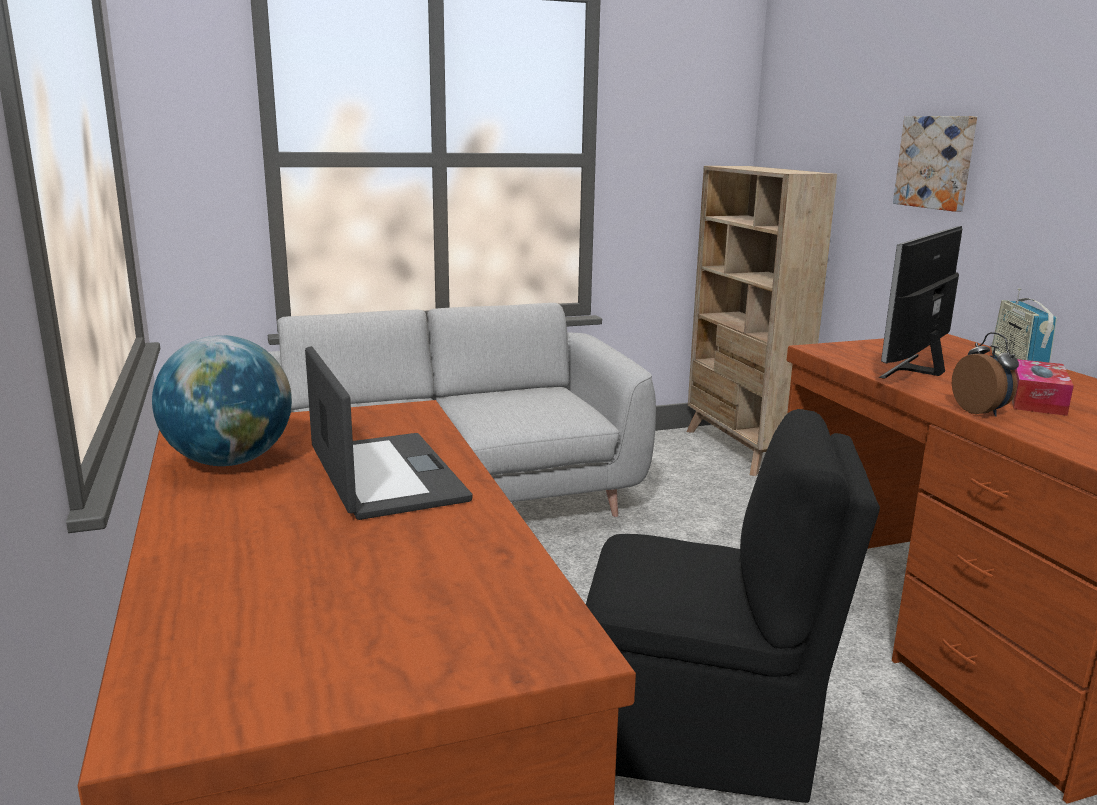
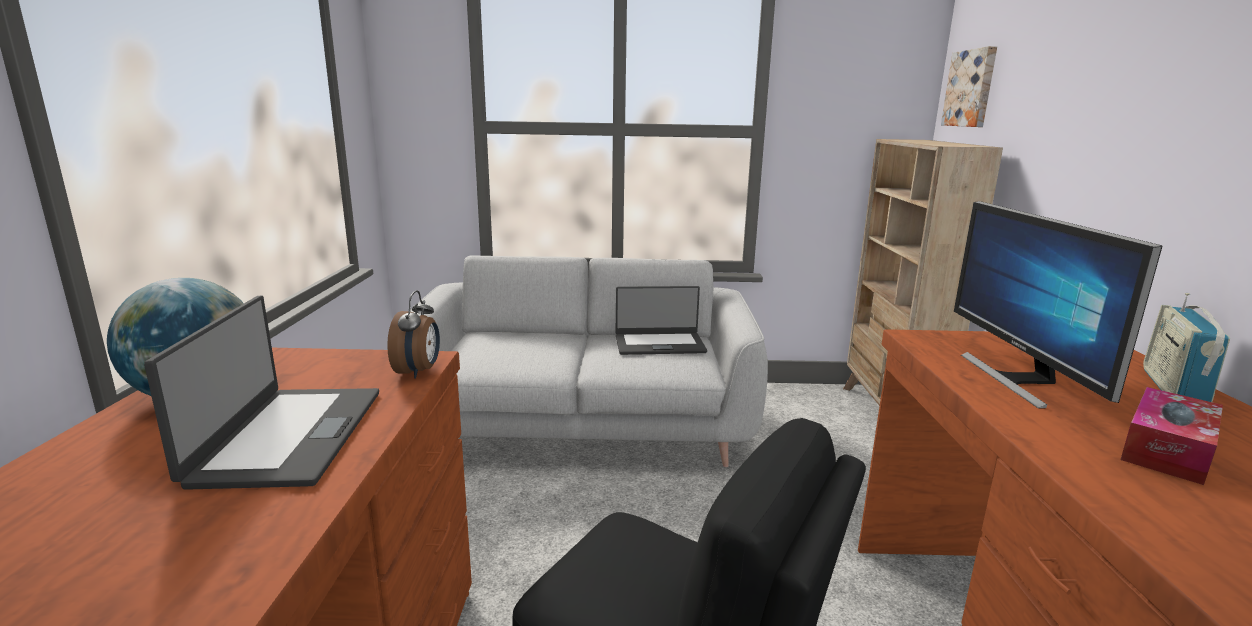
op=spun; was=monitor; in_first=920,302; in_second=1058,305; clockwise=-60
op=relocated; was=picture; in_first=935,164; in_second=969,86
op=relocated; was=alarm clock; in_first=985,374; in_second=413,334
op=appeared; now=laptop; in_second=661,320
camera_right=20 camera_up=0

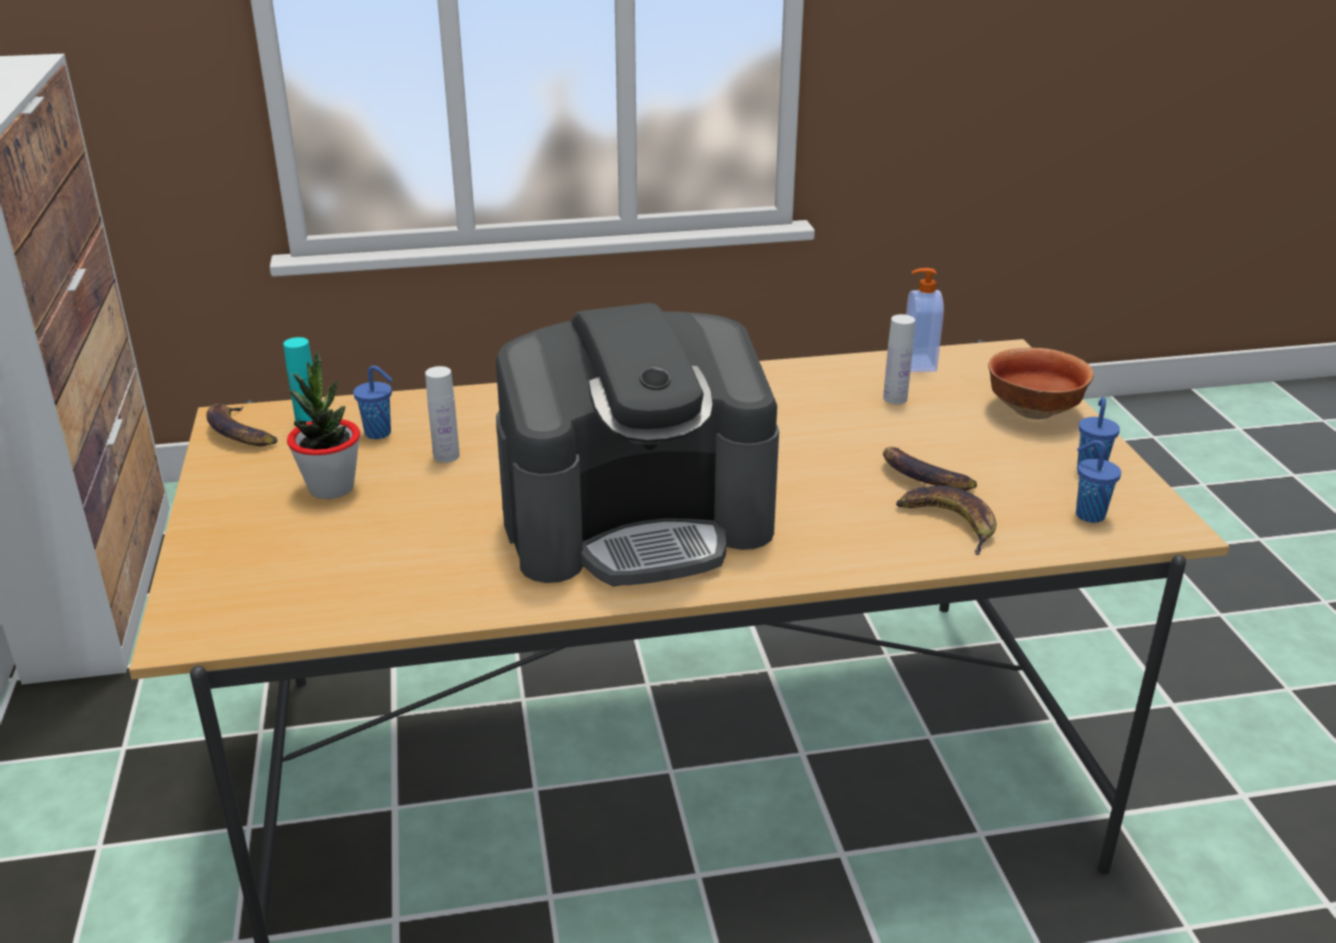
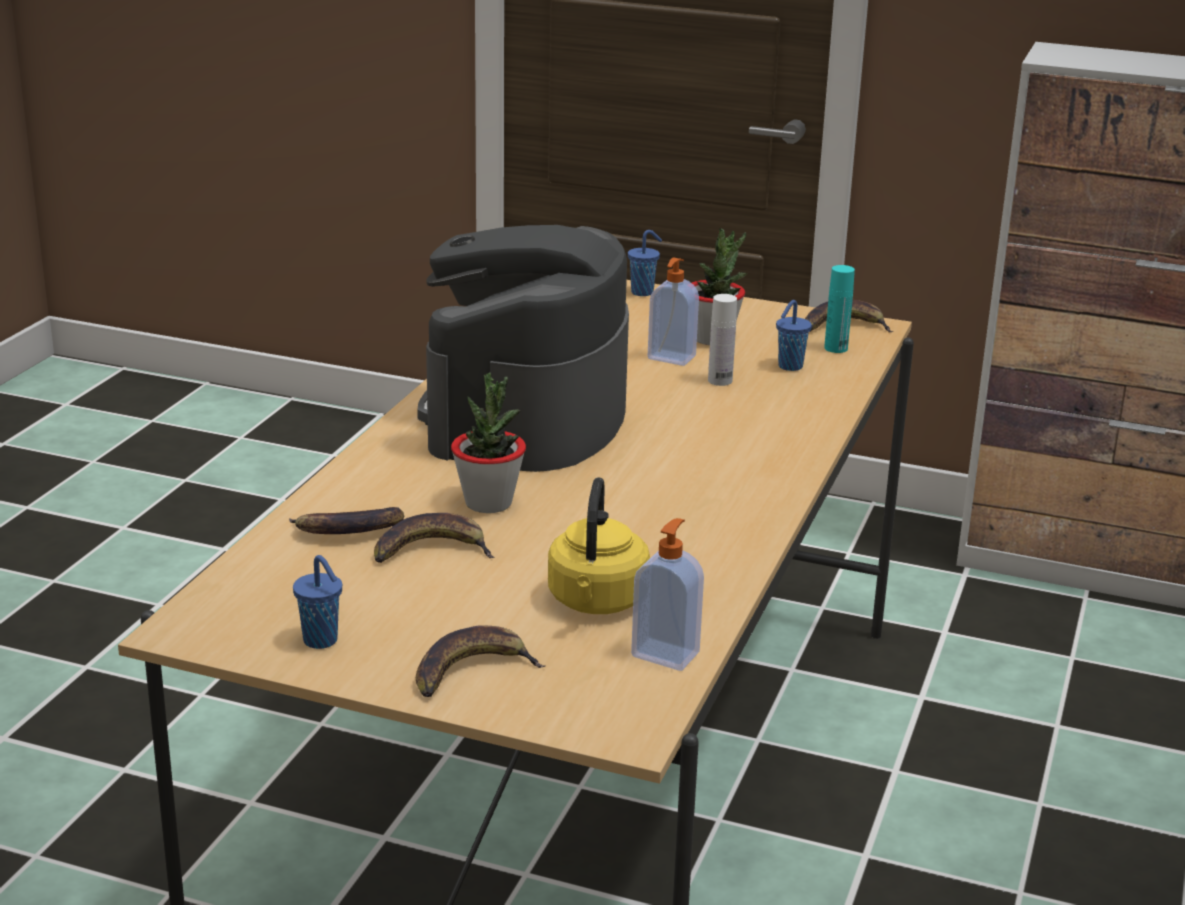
op=exchanged; was=bottle (white); now=kettle (yellow); in_first=899,359; in_second=599,545
op=exchanged; was=bowl; now=banana; in_first=1041,383; in_second=480,661
op=relocated; was=cup (blue); in_first=1098,481; in_second=645,263
op=appeared; now=potted plant; in_second=488,442
op=appeared; now=soap dispenser; in_second=673,311
camera_right=120 camera_up=-5

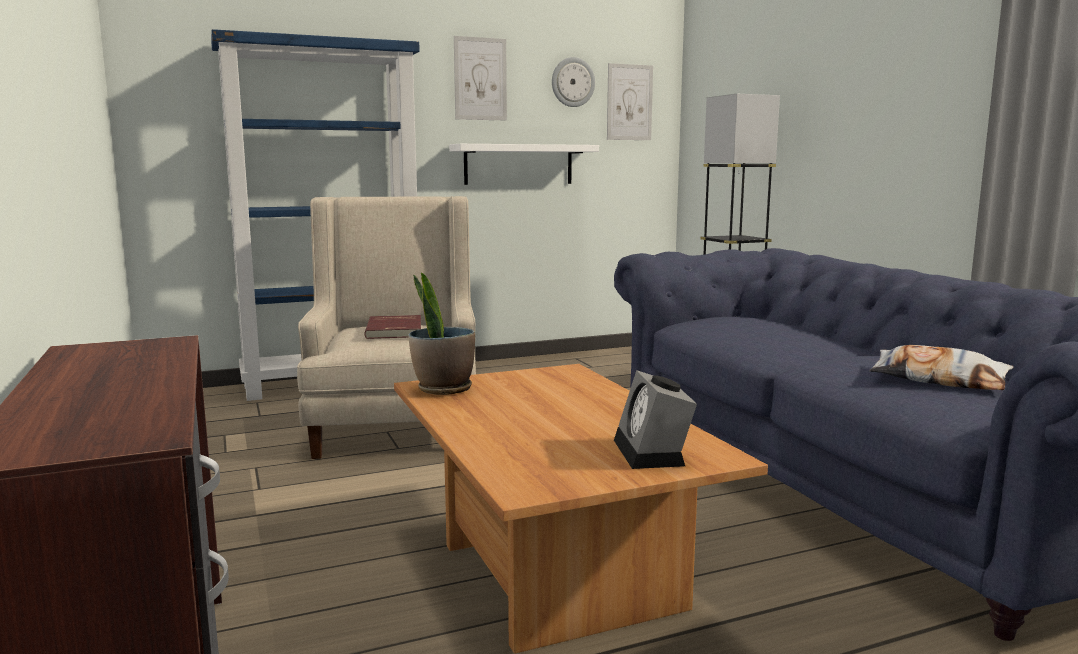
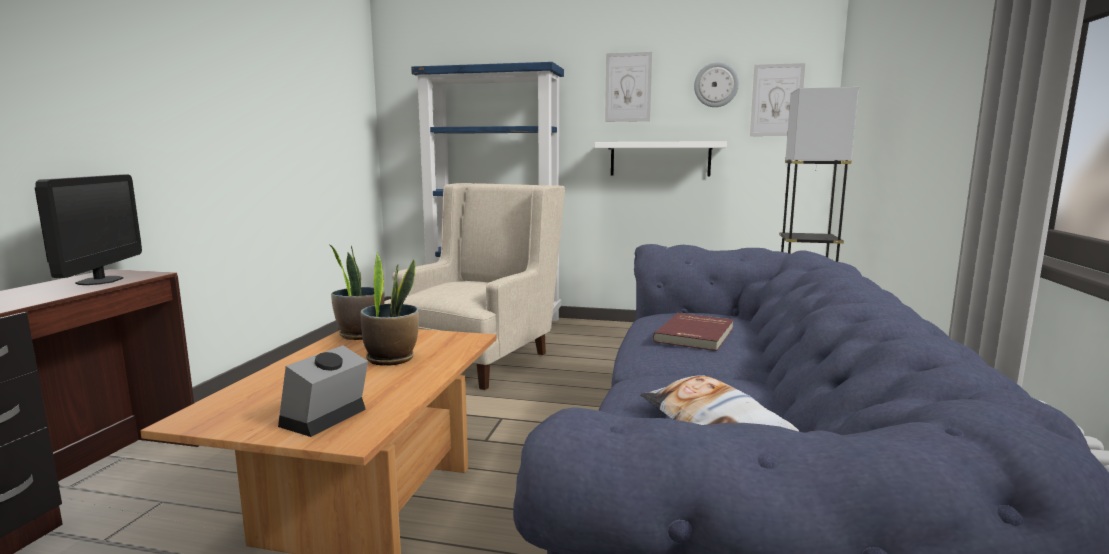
op=relocated; was=book (red); in_first=393,327; in_second=693,332
op=appeared; now=monitor; in_second=88,230
op=appeared; now=potted plant; in_second=390,309
camera_right=35 camera_up=0

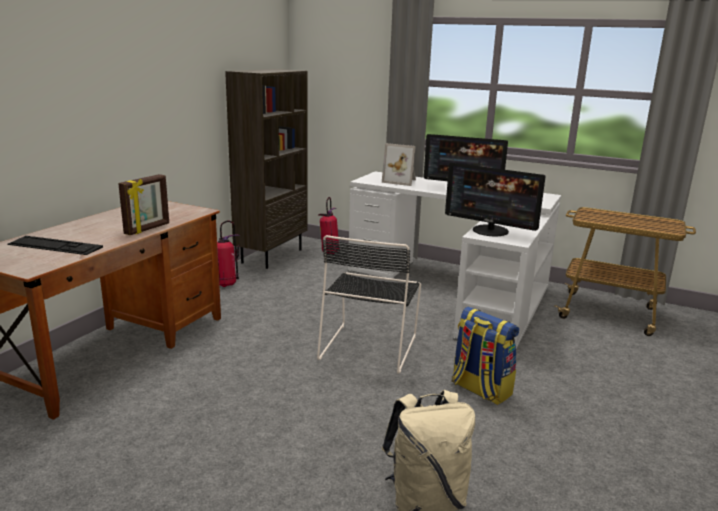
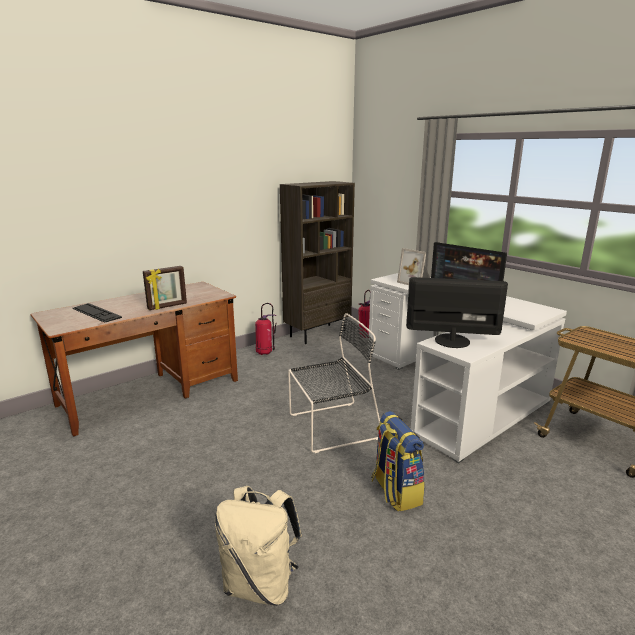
op=spun; was=chair (black); in_first=369,304; in_second=334,383; clockwise=-150
op=spun; was=monitor; in_first=495,199; in_second=457,312; clockwise=135
camera_right=25 camera_up=0

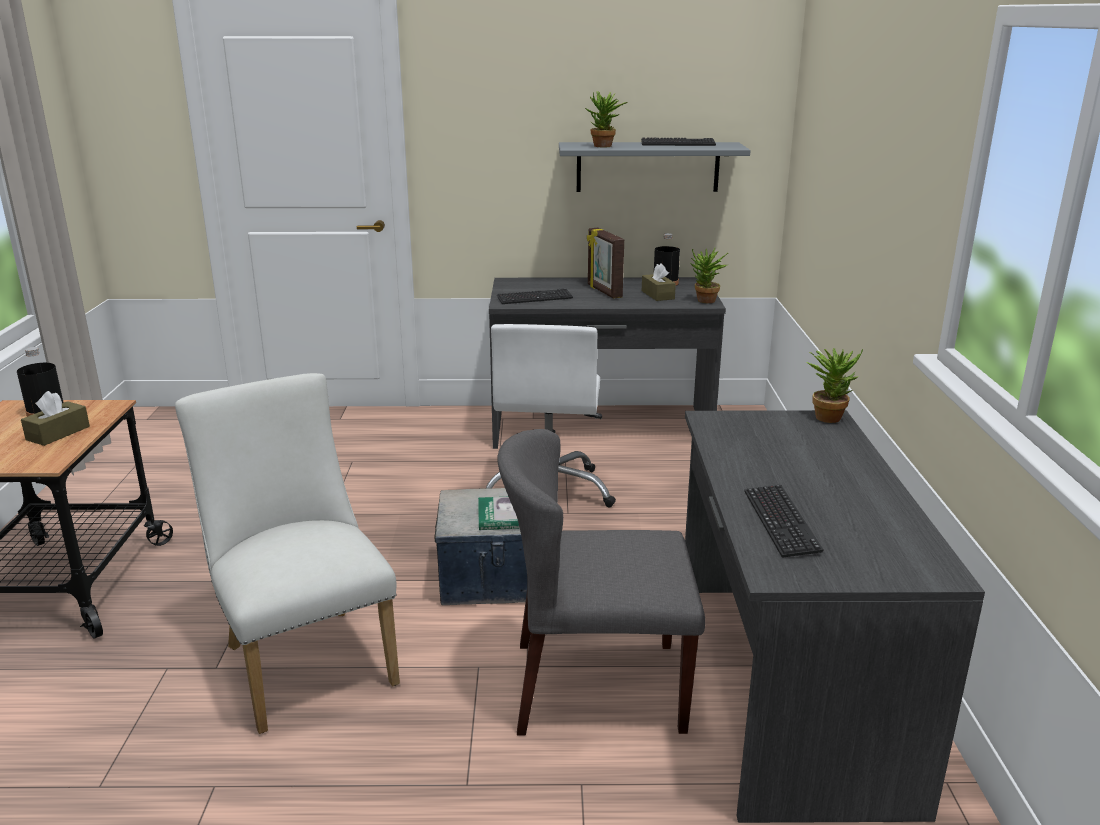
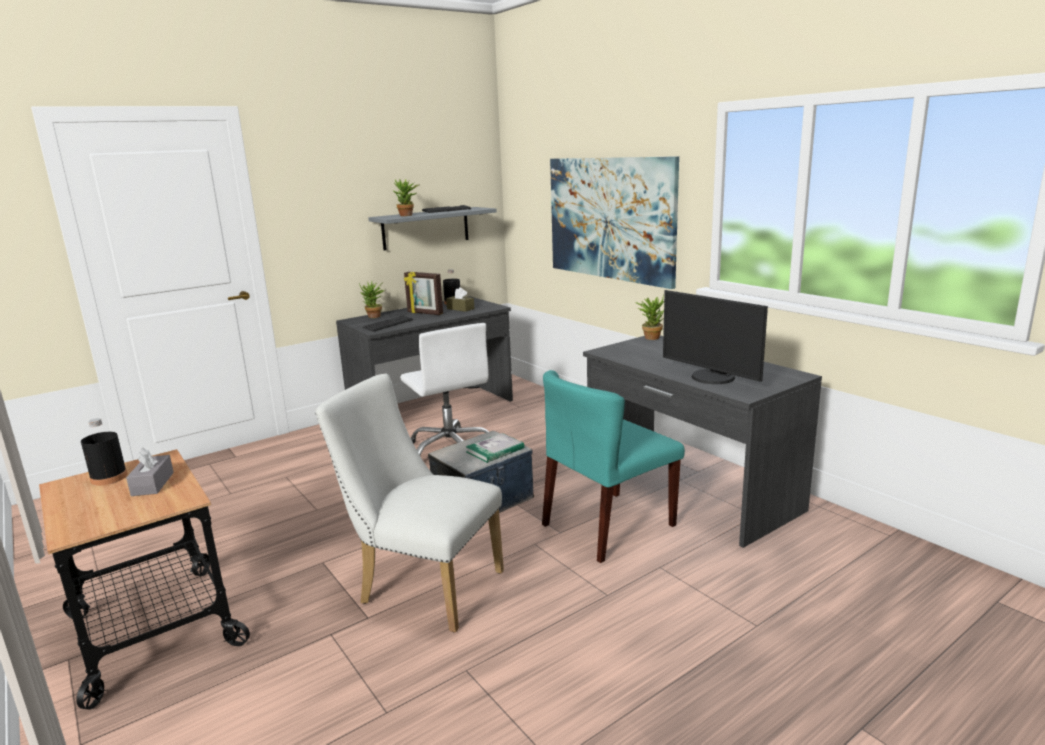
op=colour; was=tissue box (brown); now=tissue box (grey); in_first=55,418; in_second=150,471
op=colour; was=chair (grey); now=chair (turquoise); in_first=601,582; in_second=613,466
op=relocated; was=potted plant; in_first=709,275; in_second=371,299
op=exchanged; was=keyboard; now=monitor; in_first=784,521; in_second=715,337
op=appeared; now=picture; in_second=614,222
camera_right=-35 camera_up=-5

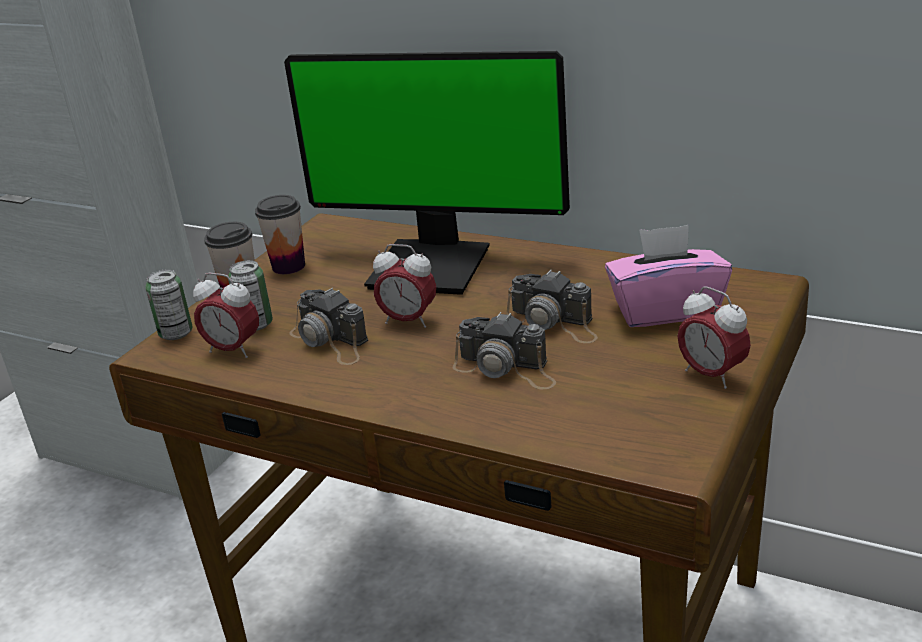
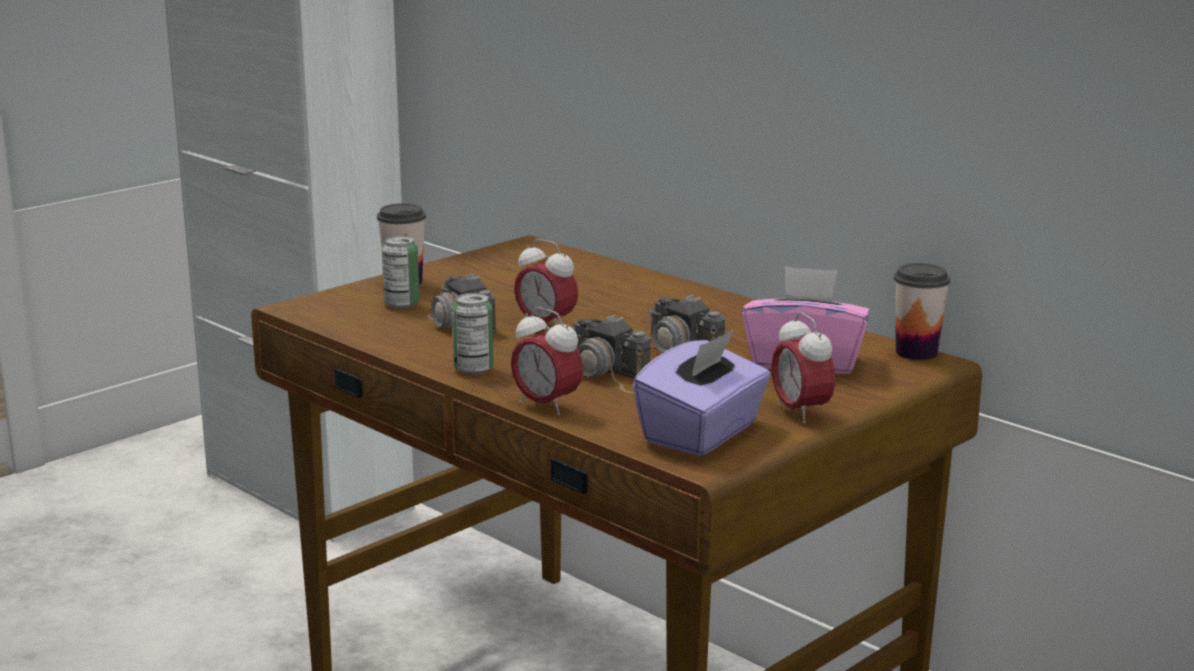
op=relocated; was=can; in_first=169,305; in_second=473,334
op=relocated; was=alarm clock; in_first=226,315; in_second=547,361
op=relocated; was=cup; in_first=280,234; in_second=922,311
op=missing; was=monitor; in_first=427,173
op=appeared; now=tissue box (purple); in_second=702,393
camera_right=15 camera_up=-10

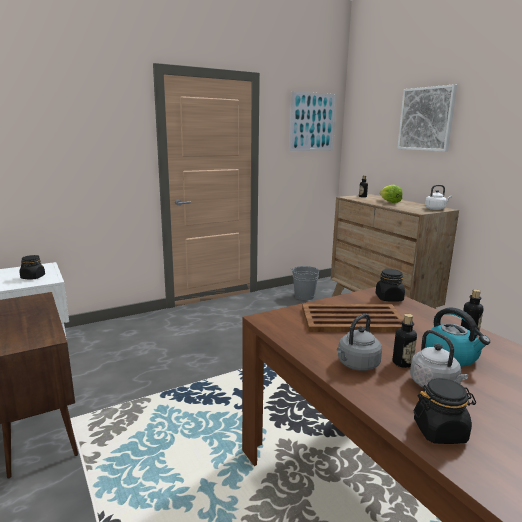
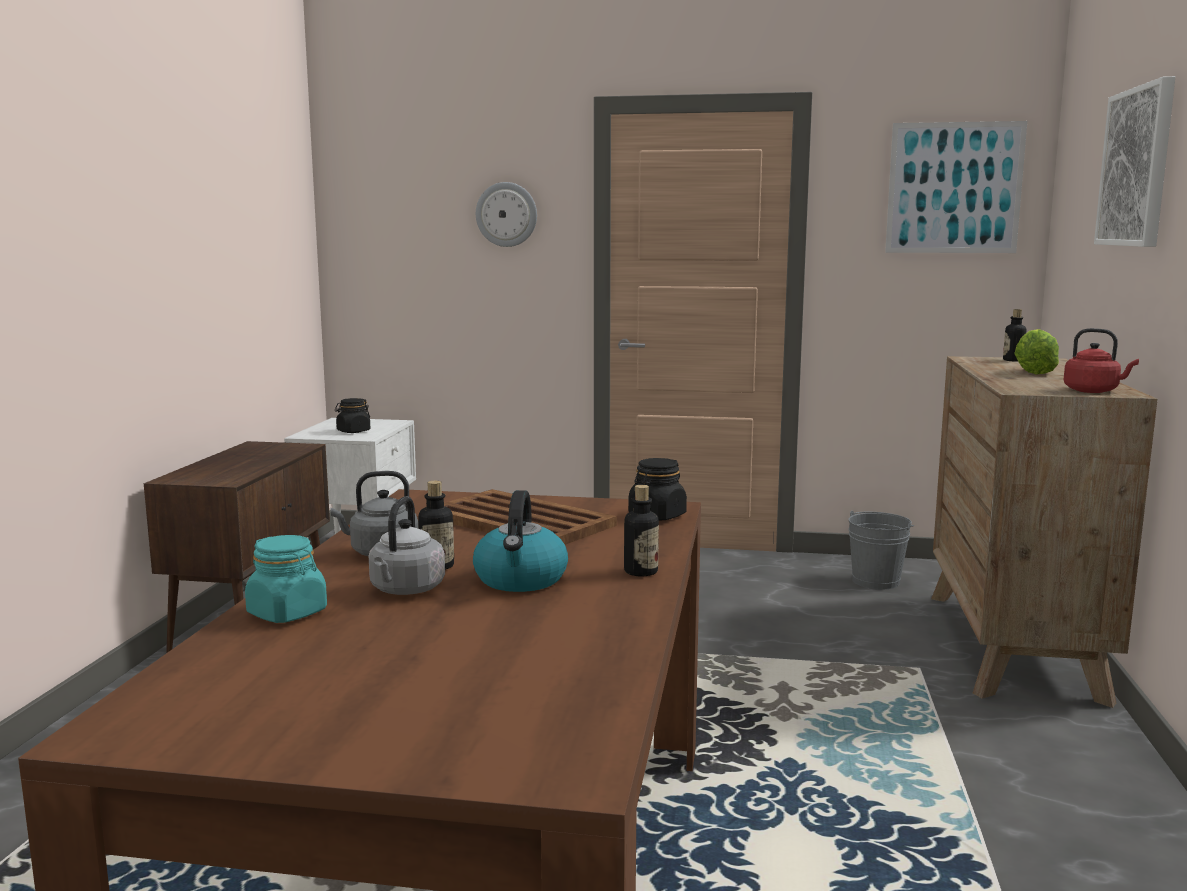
op=colour; was=jar (black); now=jar (turquoise); in_first=445,411; in_second=286,579
op=colour; was=kettle (white); now=kettle (red); in_first=438,197; in_second=1101,360
op=appeared; now=wall clock; in_second=506,214
camera_right=40 camera_up=-5

